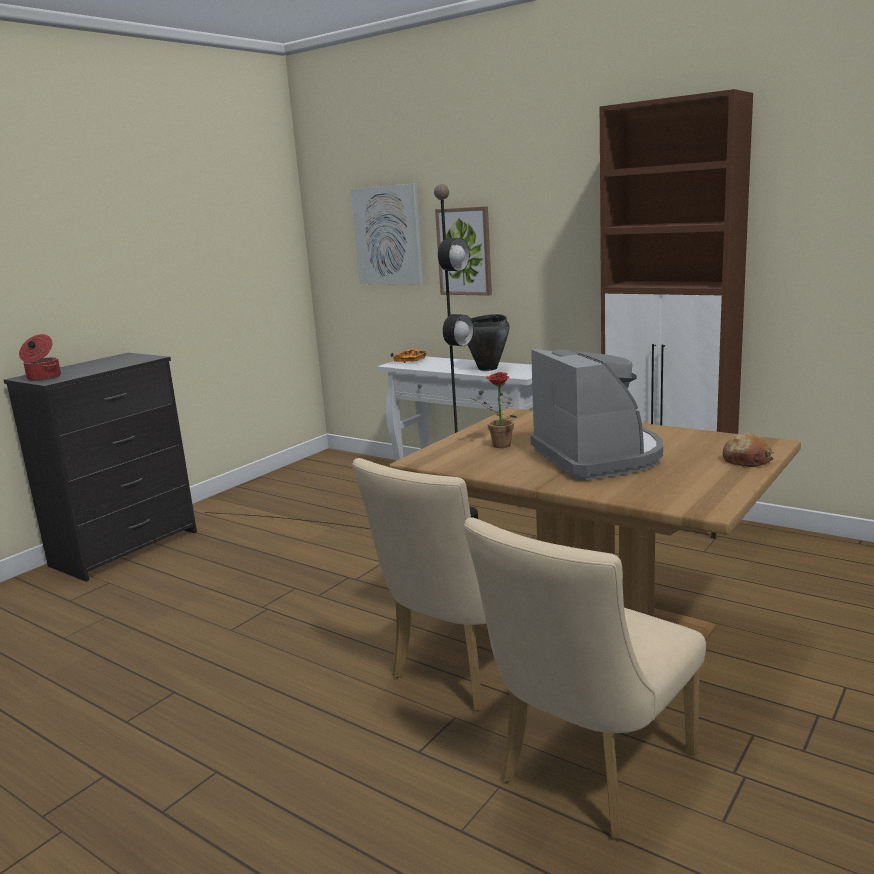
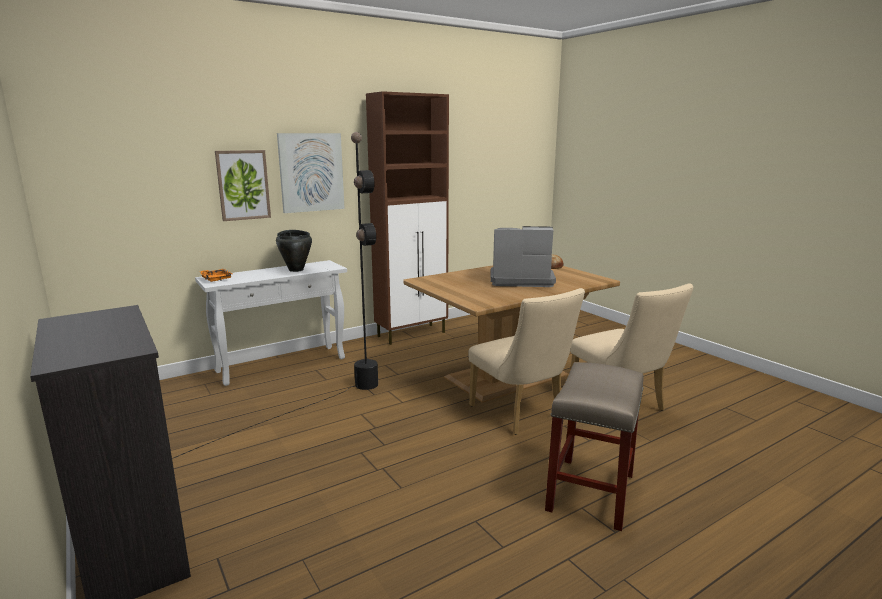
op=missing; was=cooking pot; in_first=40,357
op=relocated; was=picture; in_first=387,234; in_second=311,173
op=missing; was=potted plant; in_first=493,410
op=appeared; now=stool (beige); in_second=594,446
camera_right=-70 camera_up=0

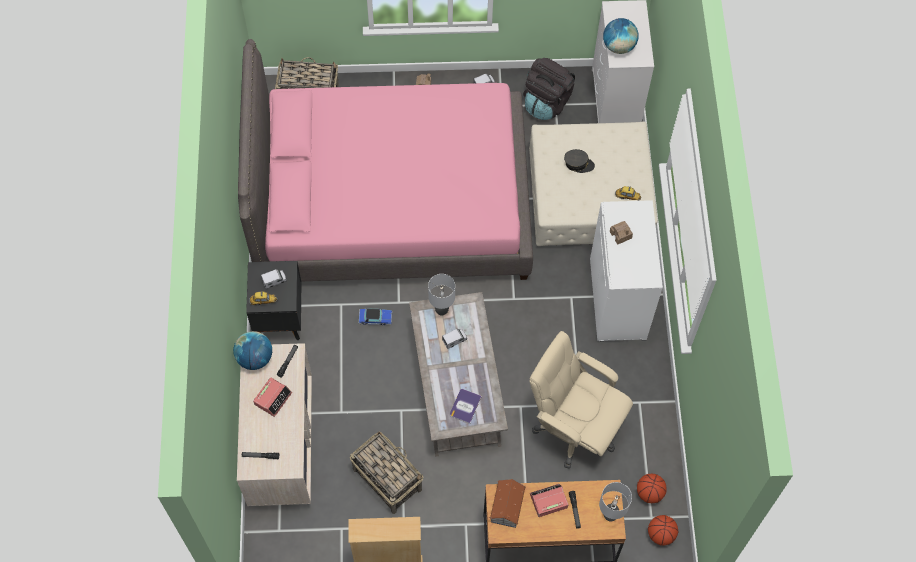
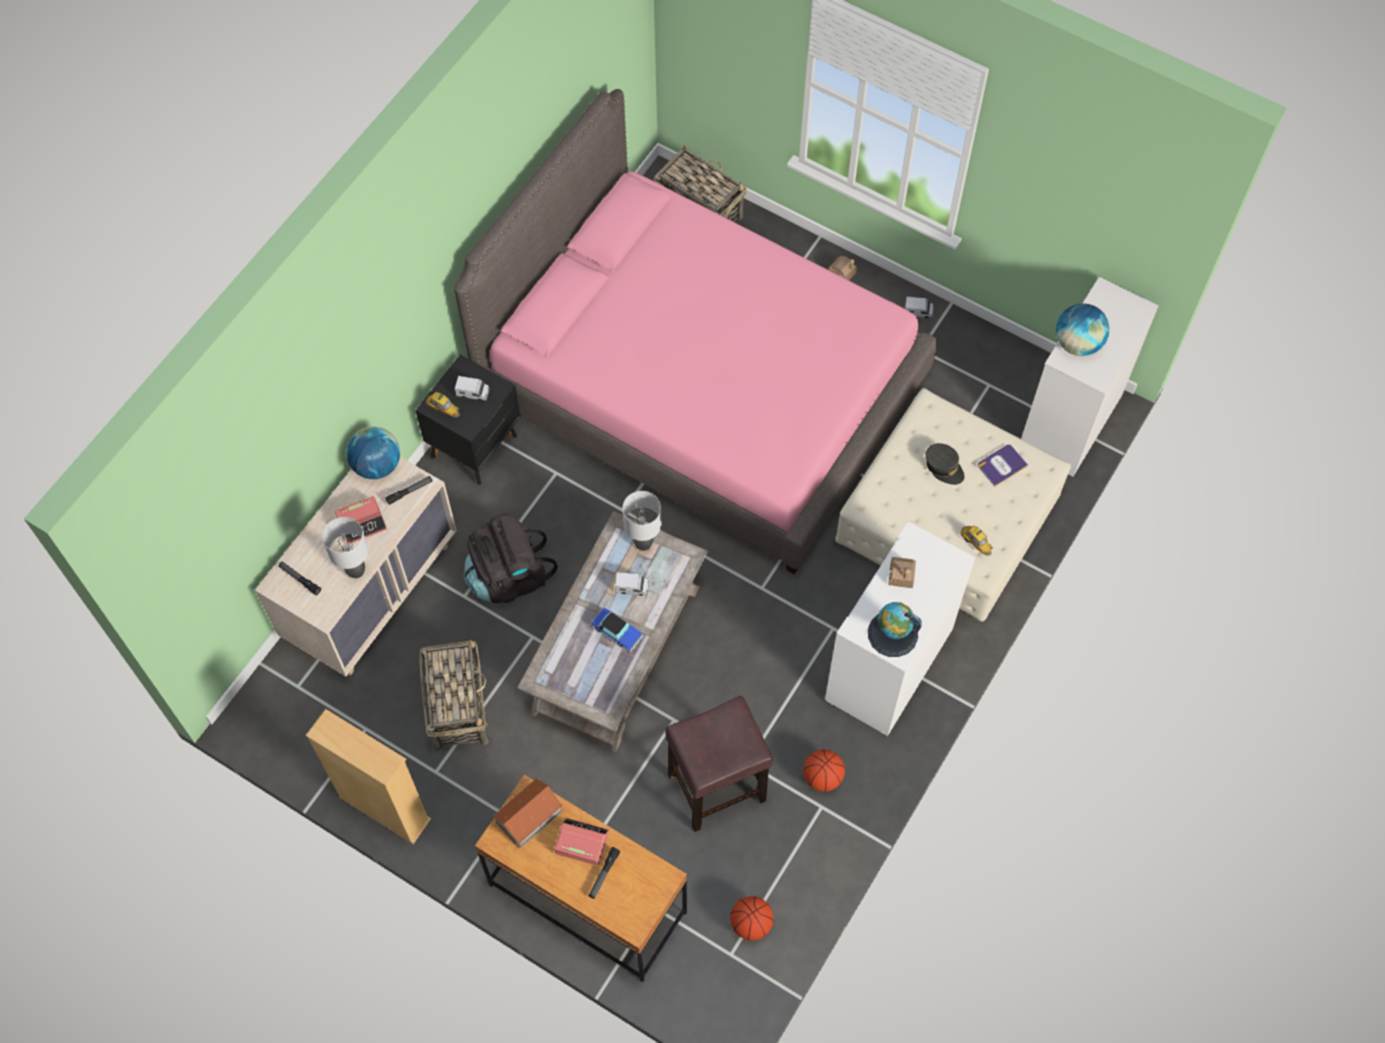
op=relocated; was=toy car; in_first=375,317; in_second=617,630
op=relocated; was=book; in_first=466,406; in_second=1003,465
op=relocated; was=backpack (black); in_first=549,89; in_second=511,558
op=exchanged; was=office chair (beige); now=stool (brown); in_first=581,400; in_second=719,764
op=relocated; was=table lamp (grey); in_first=615,501; in_second=345,547
op=relocated; was=basketball; in_first=663,530; in_second=824,770
op=appeared; now=globe; in_second=895,629
camera_right=35 camera_up=0

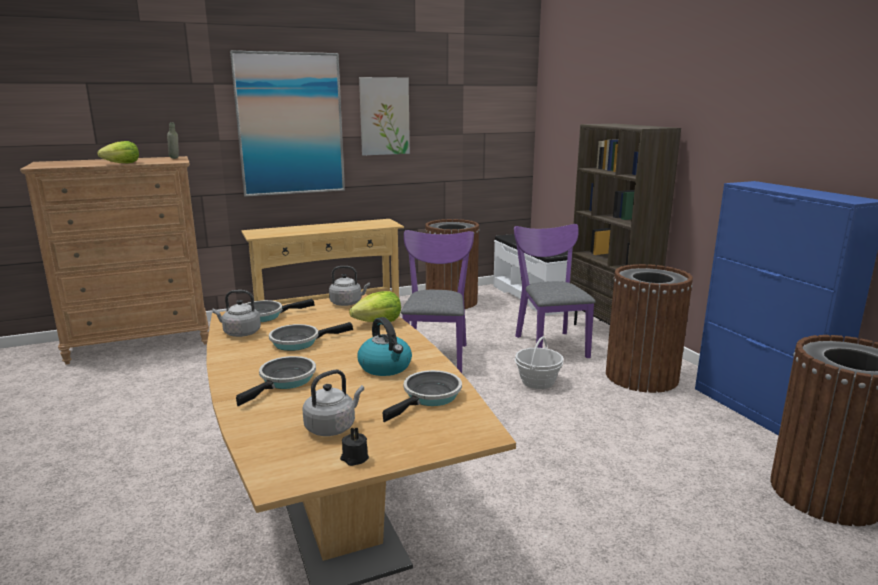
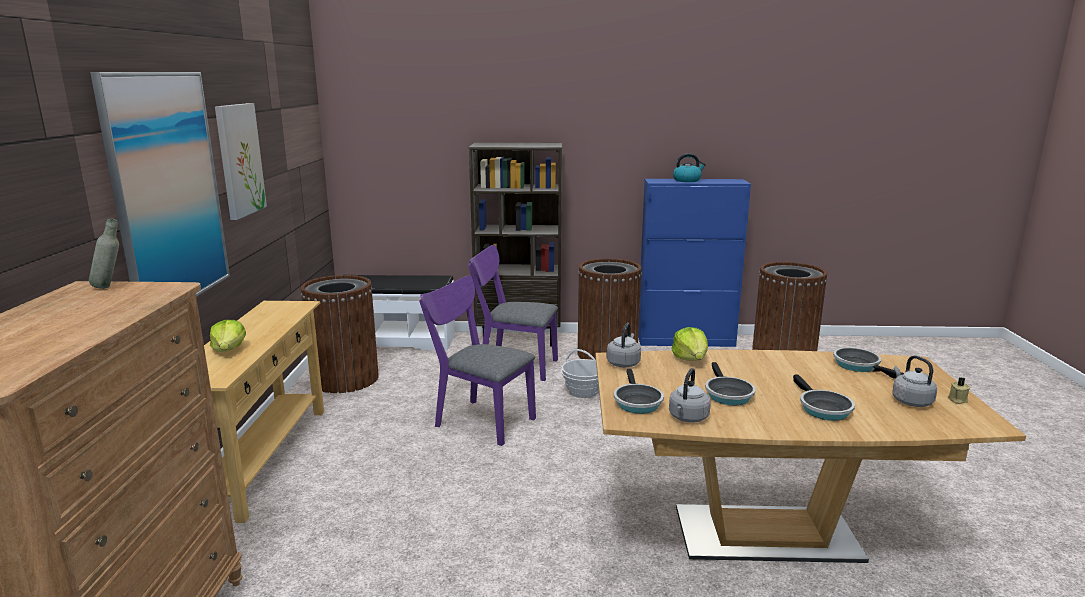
op=relocated; was=lettuce; in_first=118,152; in_second=228,336
op=spun; was=frying pan; in_first=276,381; in_second=824,397; clockwise=-150
op=colour; was=candle (black); now=candle (beige); in_first=354,446; in_second=958,390
op=relocated; was=kettle; in_first=385,346; in_second=689,168
camera_right=-65 camera_up=0

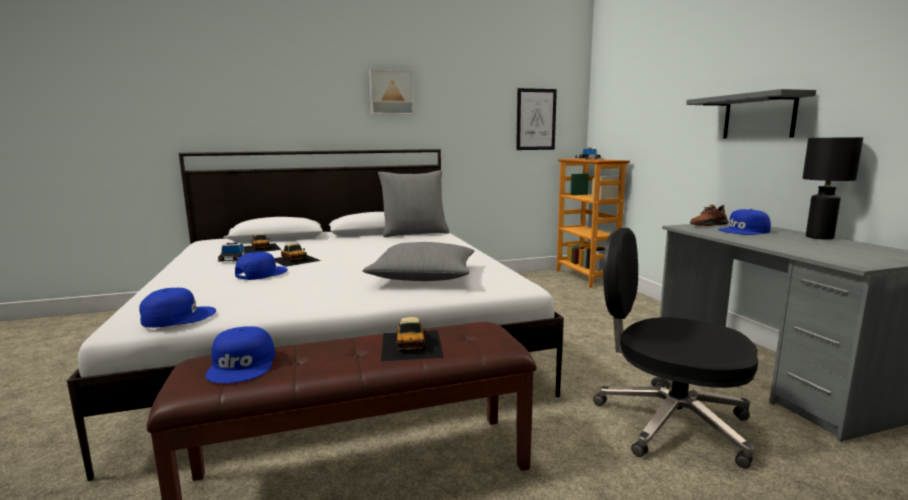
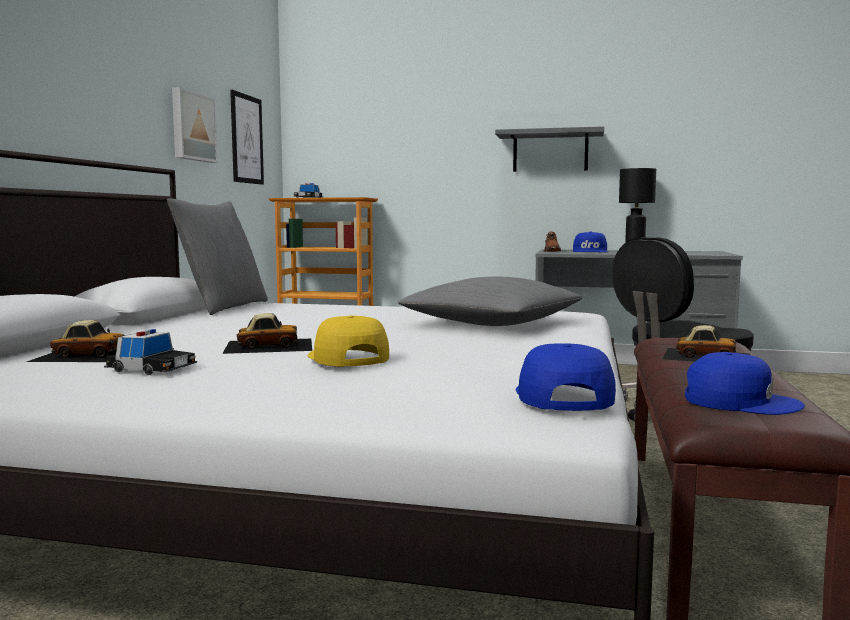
op=colour; was=cap (blue); now=cap (yellow); in_first=261,266; in_second=348,341
op=relocated; was=picture; in_first=391,92; in_second=195,125
camera_right=-60 camera_up=-5

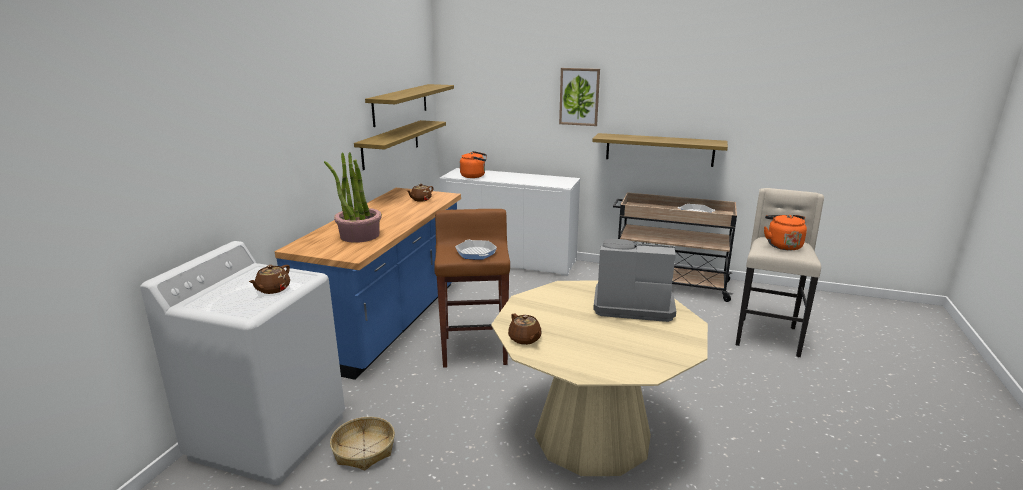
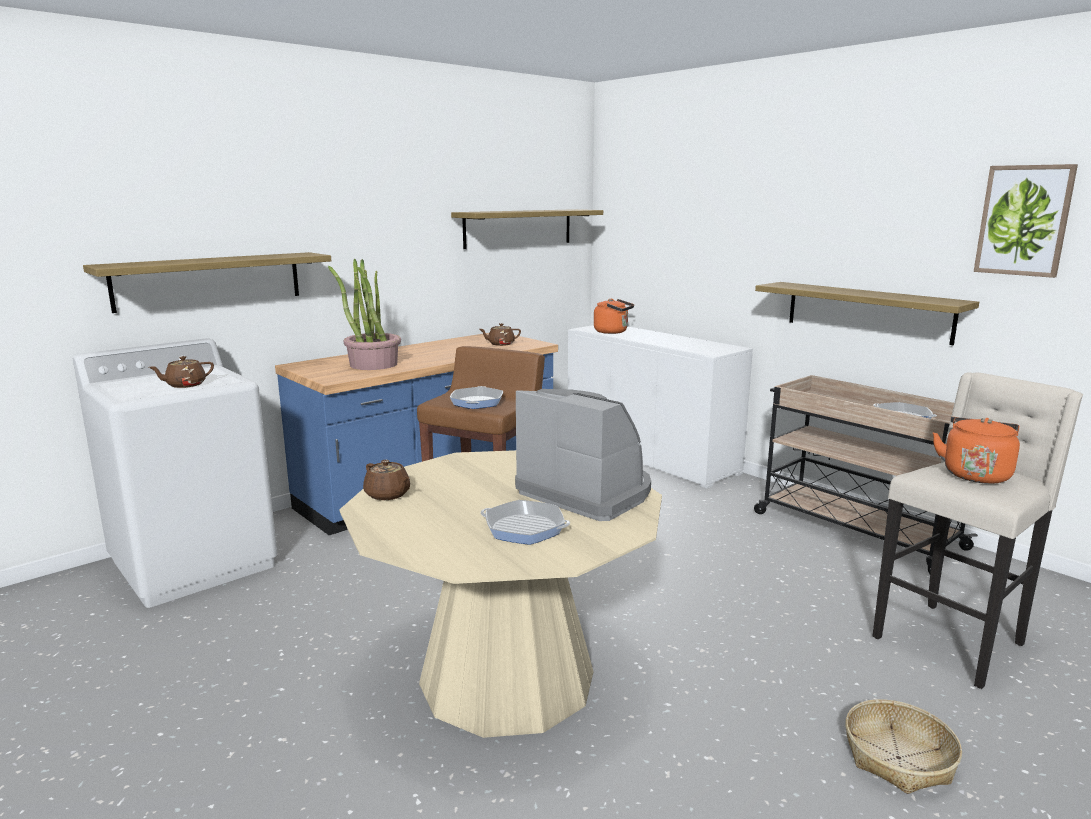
op=relocated; was=basket; in_first=362,443; in_second=903,746
op=relocated; was=shelf; in_first=400,145; in_second=207,282
op=spun; was=teapot (brown); in_first=525,329; in_second=386,480; clockwise=-45
op=relocated; was=picture; in_first=579,97; in_second=1026,221
op=appeared; now=frying pan; in_second=525,522
camera_right=30 camera_up=-5

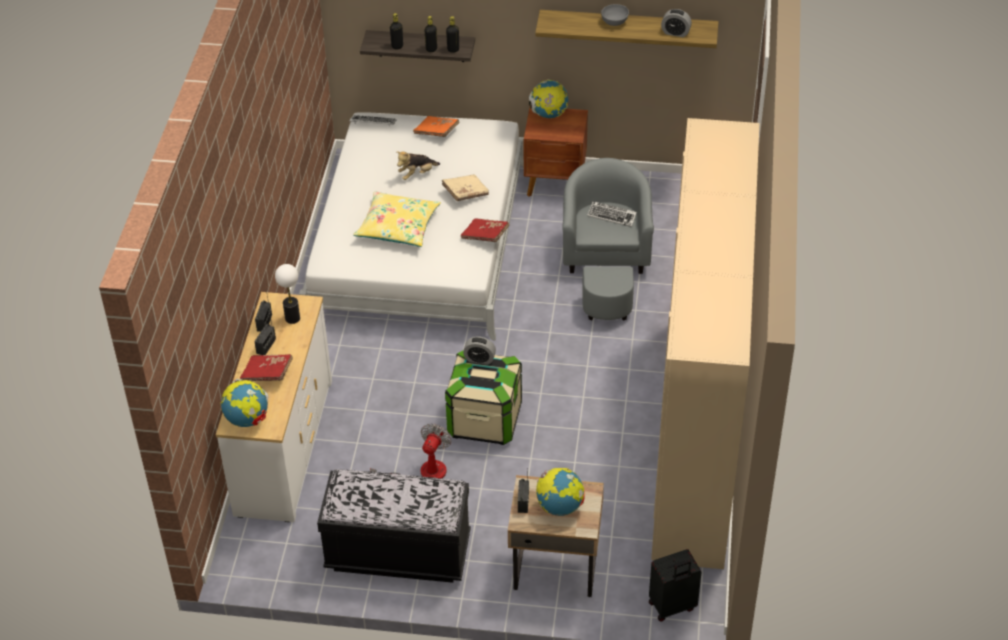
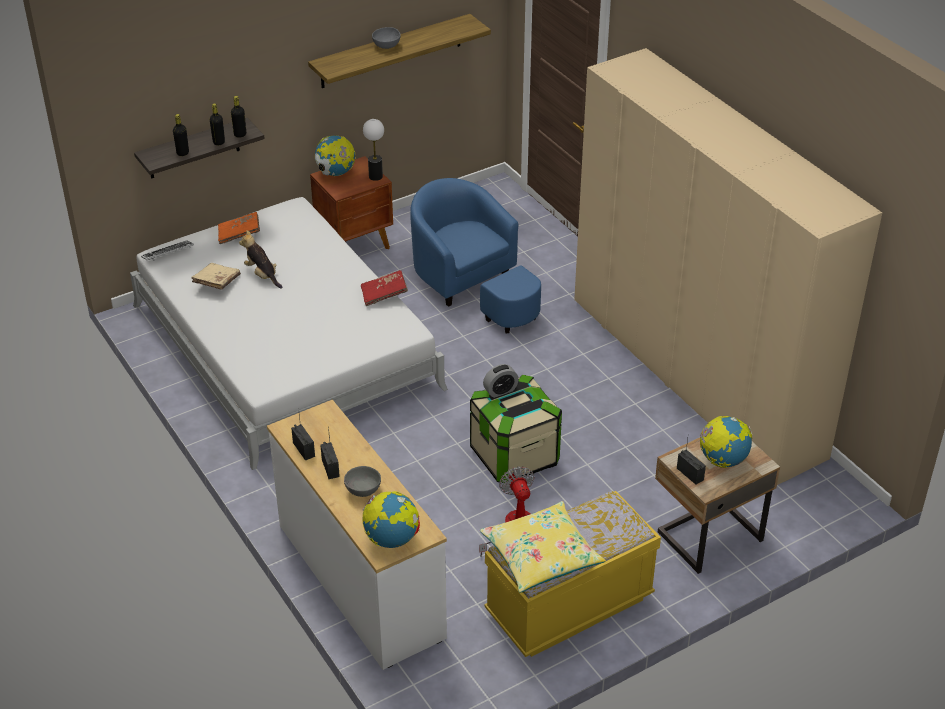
op=exchanged; was=book (red); now=bowl (grey); in_first=266,367; in_second=362,481
op=relocated; was=table lamp; in_first=287,294; in_second=373,150
op=colour; was=bench (black); now=bench (yellow); in_first=394,526; in_second=572,574
op=relocated; was=pillow (yellow); in_first=397,219; in_second=543,547
op=spun; was=plush toy; in_first=418,165; in_second=261,259; clockwise=120
op=relocated; was=book (beige); in_first=465,187; in_second=216,276
op=colour; was=armchair (grey); now=armchair (blue); in_first=608,239; in_second=475,255
op=missing; was=keyboard; in_first=612,214
op=missing; was=suitcase (black); in_first=675,585
op=missing; was=alarm clock; in_first=676,23
camera_right=-40 camera_up=-5

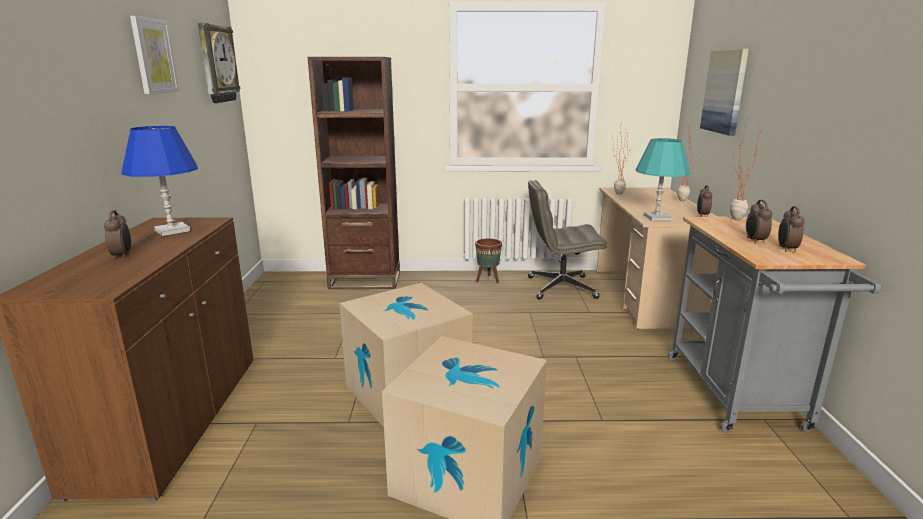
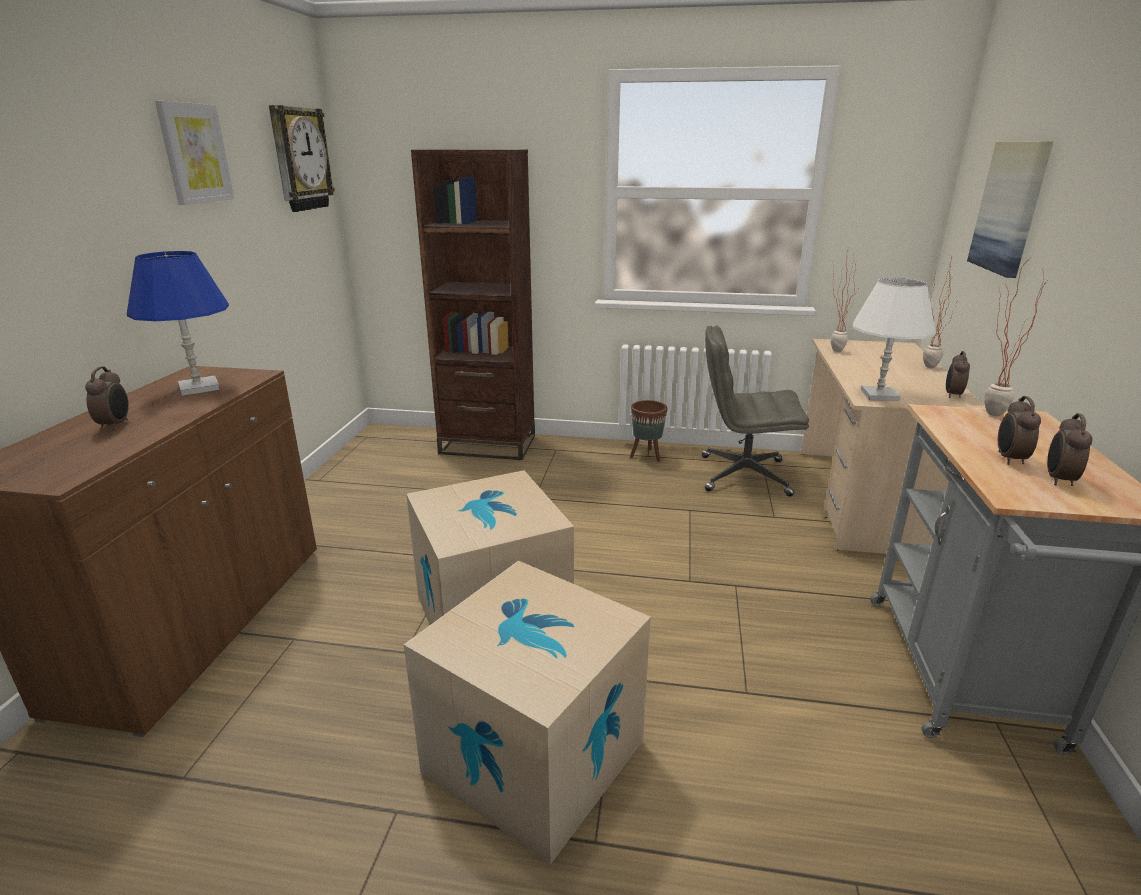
op=colour; was=table lamp (turquoise); now=table lamp (white); in_first=663,179; in_second=894,339
camera_right=10 camera_up=5

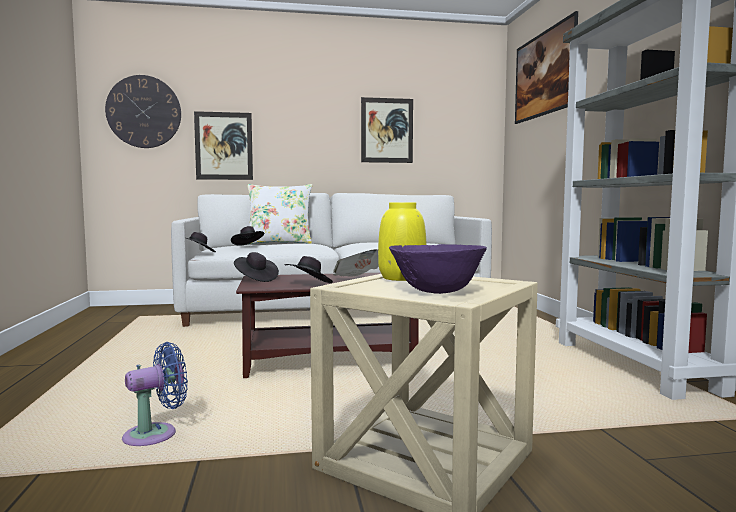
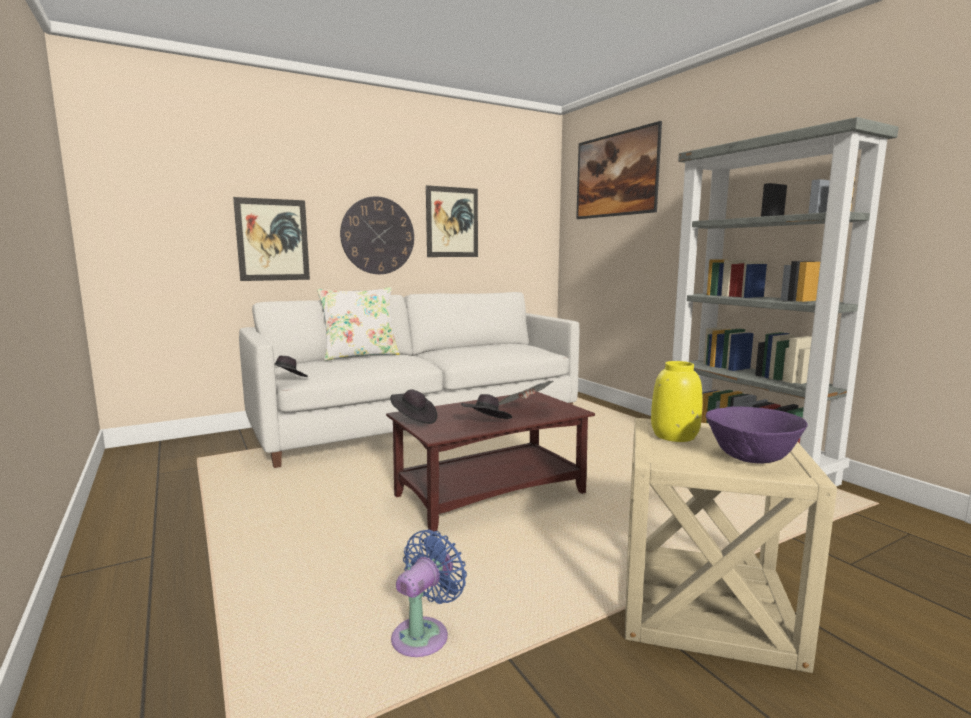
op=relocated; was=wall clock; in_first=143,111; in_second=377,235
op=missing; was=hat (black); in_first=247,235
camera_right=-20 camera_up=5

